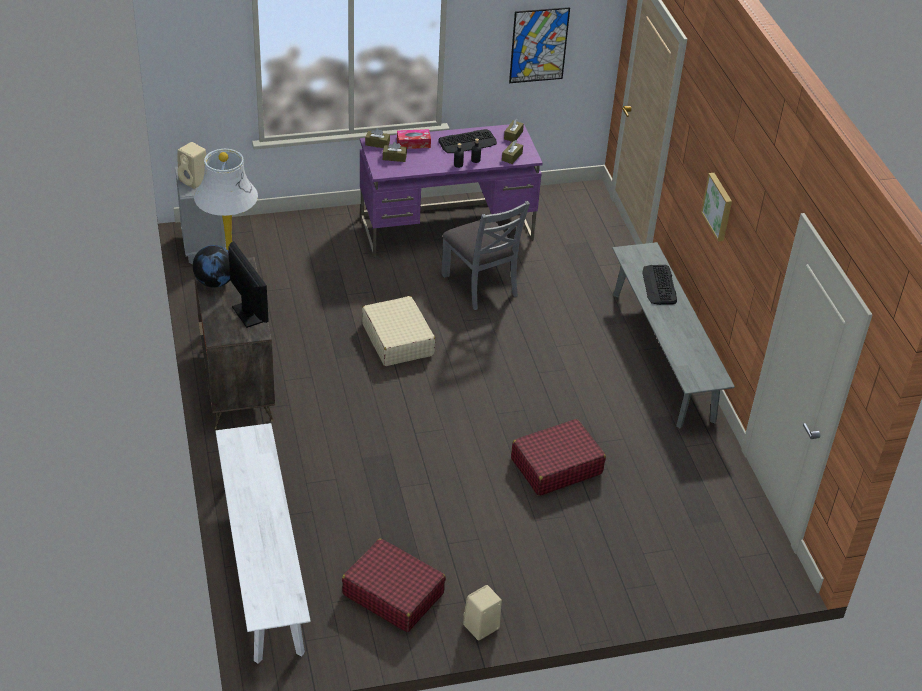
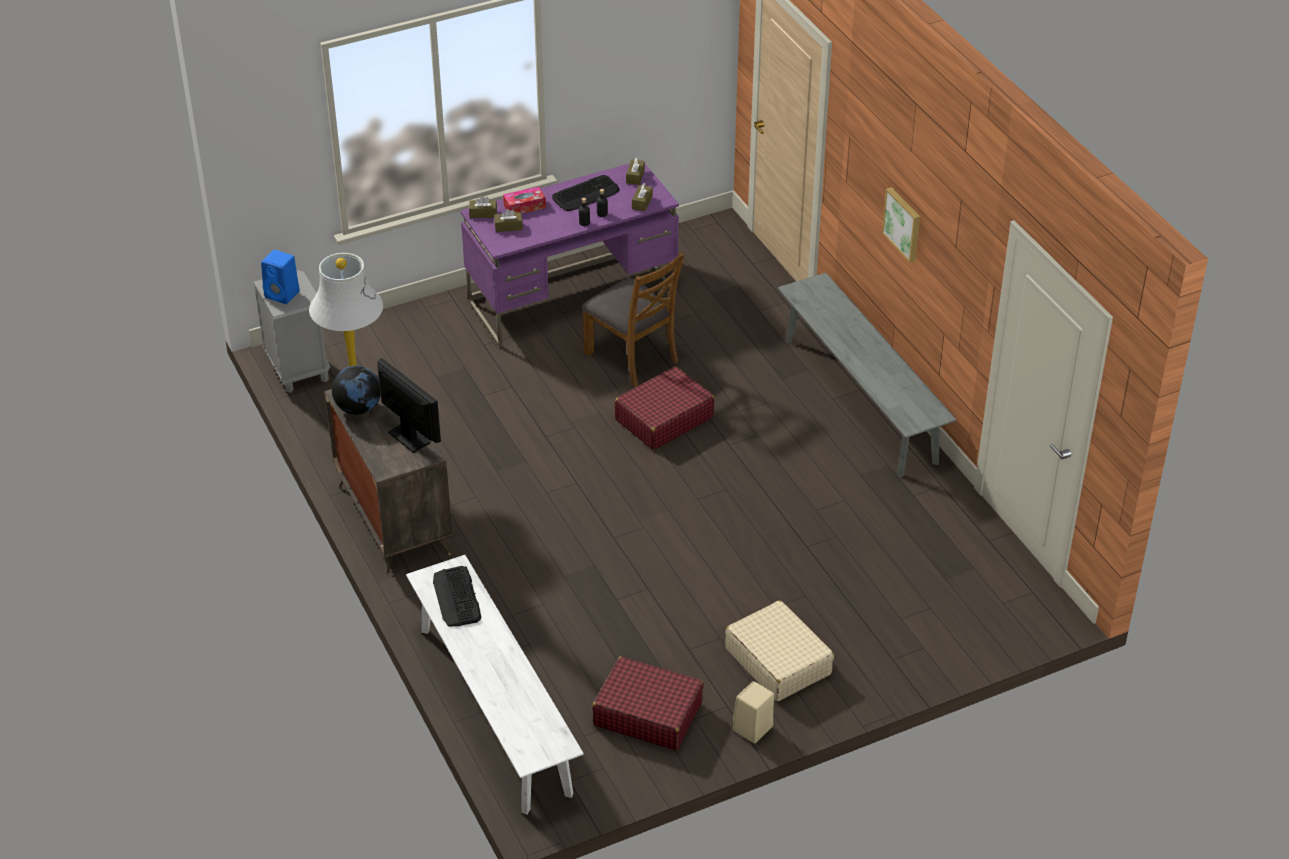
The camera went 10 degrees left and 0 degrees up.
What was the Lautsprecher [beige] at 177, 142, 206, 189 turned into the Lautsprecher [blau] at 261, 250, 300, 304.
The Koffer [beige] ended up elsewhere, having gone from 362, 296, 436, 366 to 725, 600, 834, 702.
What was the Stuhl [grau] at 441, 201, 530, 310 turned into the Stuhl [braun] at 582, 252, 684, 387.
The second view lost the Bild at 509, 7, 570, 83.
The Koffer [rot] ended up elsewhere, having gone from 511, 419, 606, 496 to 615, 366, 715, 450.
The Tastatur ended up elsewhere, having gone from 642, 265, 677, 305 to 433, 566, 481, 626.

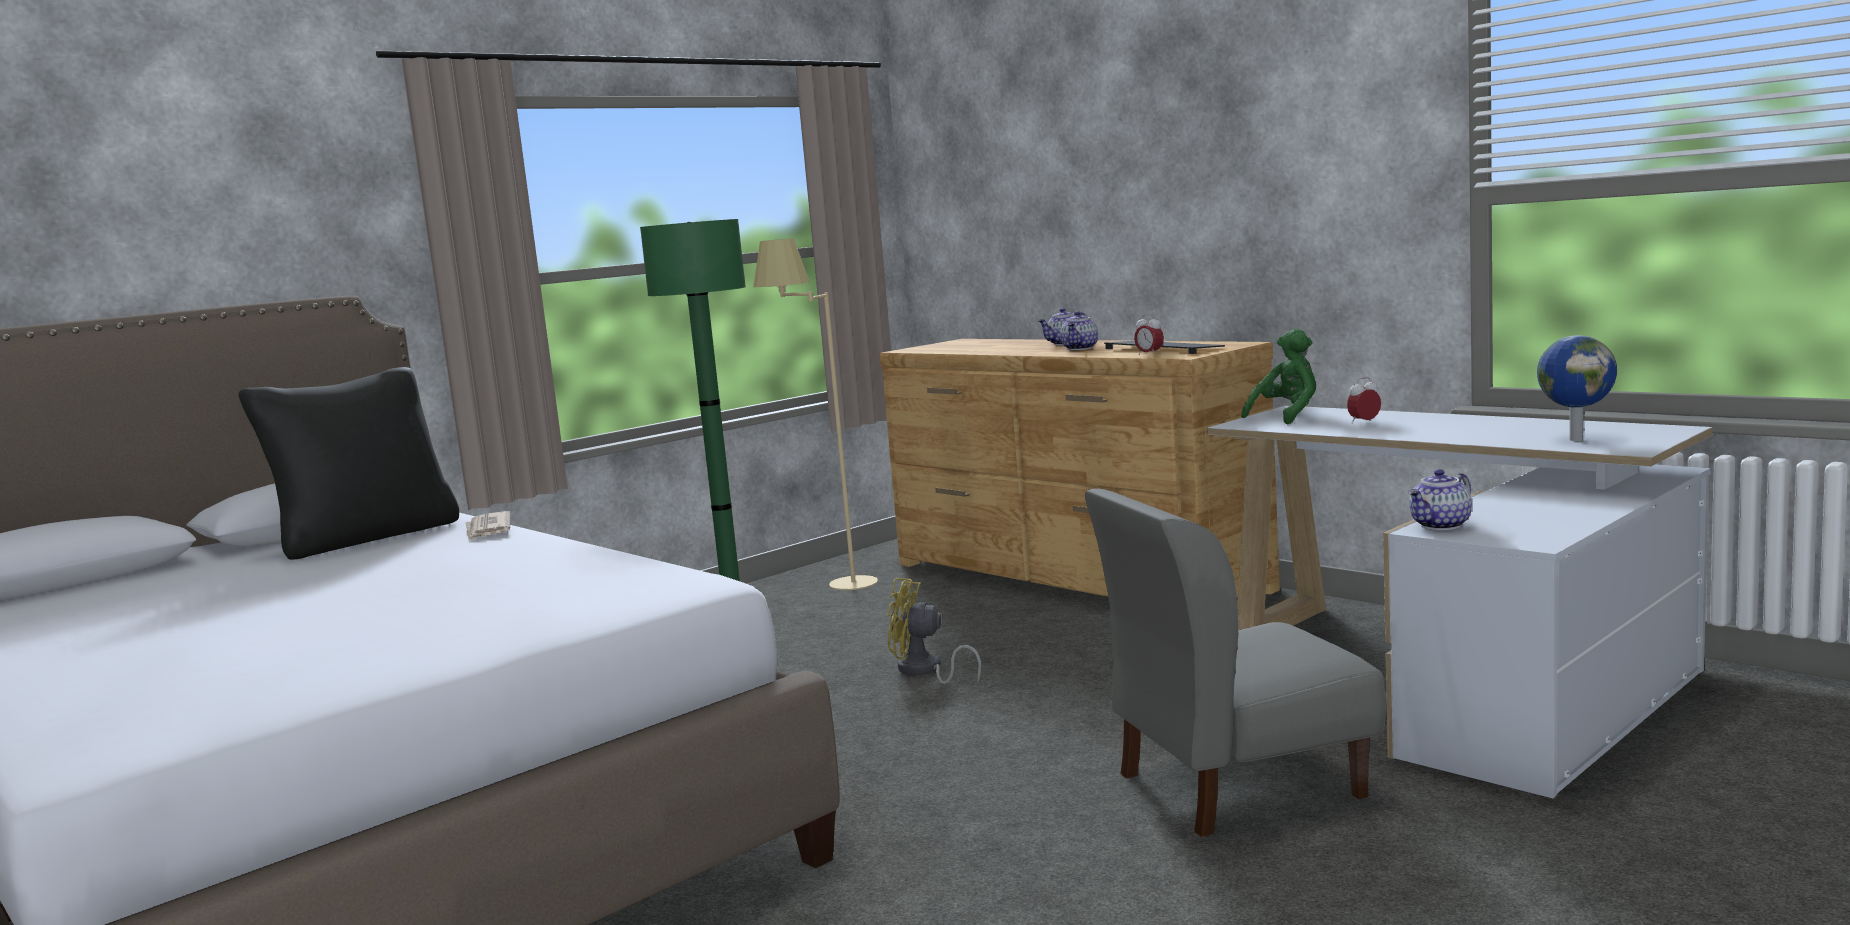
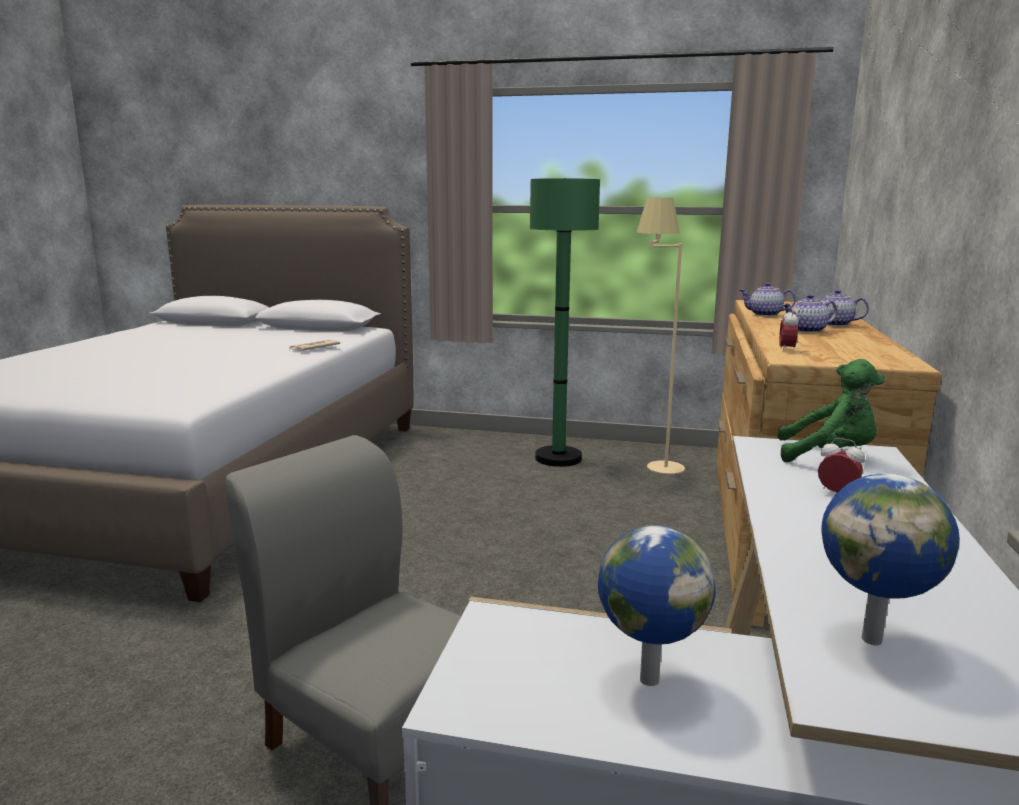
The camera went 55 degrees right and 5 degrees up.
The second view lost the Kissen [schwarz] at 238, 367, 459, 560.
The second view lost the Ventilator [gelb] at 887, 578, 981, 684.
The second view lost the Tastatur at 1104, 341, 1225, 354.
The Teekanne ended up elsewhere, having gone from 1408, 469, 1472, 530 to 740, 283, 796, 316.
The second view gained the Globus at 598, 525, 715, 686.

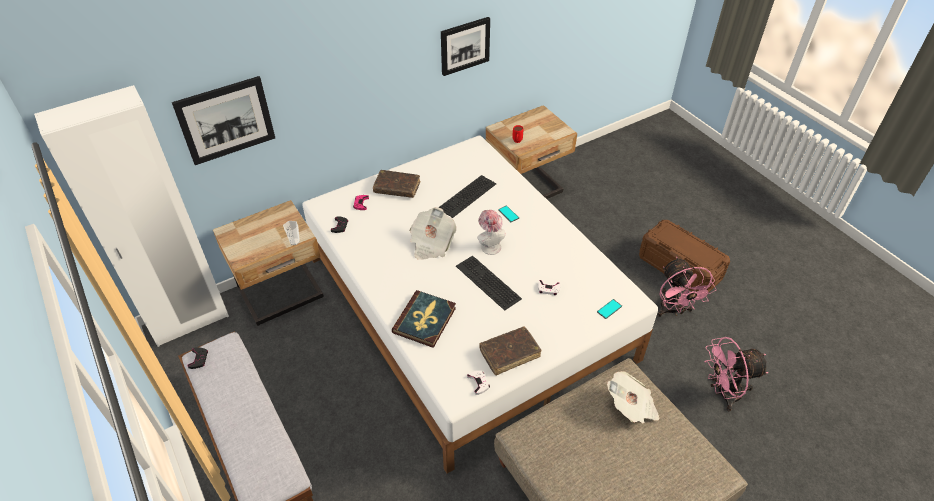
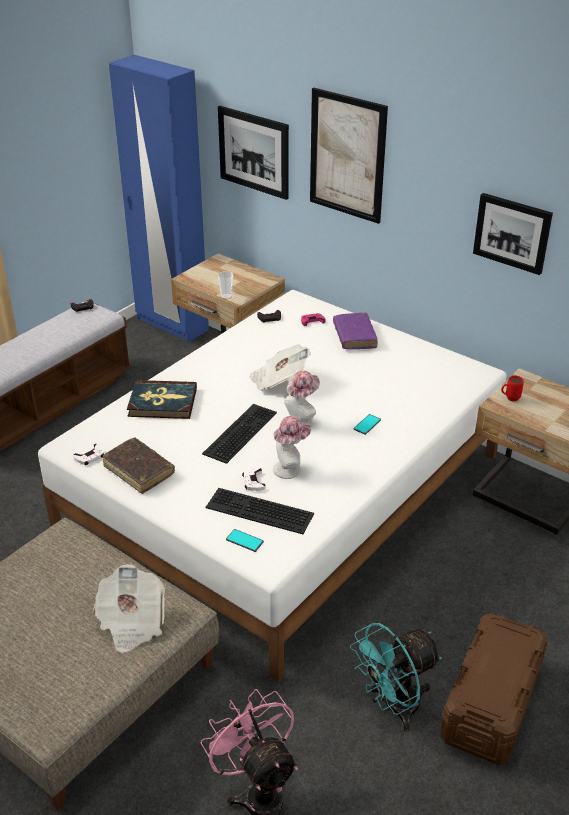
The camera went 70 degrees right and 10 degrees down.
What was the Kleiderschrank [weiß] at 34, 85, 229, 347 turned into the Kleiderschrank [blau] at 109, 55, 209, 342.
What was the Buch [braun] at 373, 170, 420, 198 turned into the Buch [lila] at 333, 313, 378, 349.
The Tastatur ended up elsewhere, having gone from 438, 175, 496, 218 to 206, 488, 314, 534.
What was the Ventilator [rosa] at 657, 257, 717, 317 turned into the Ventilator [türkis] at 350, 623, 442, 732.
The second view gained the Hut at 273, 416, 311, 479.
The second view gained the Bild at 310, 88, 388, 224.

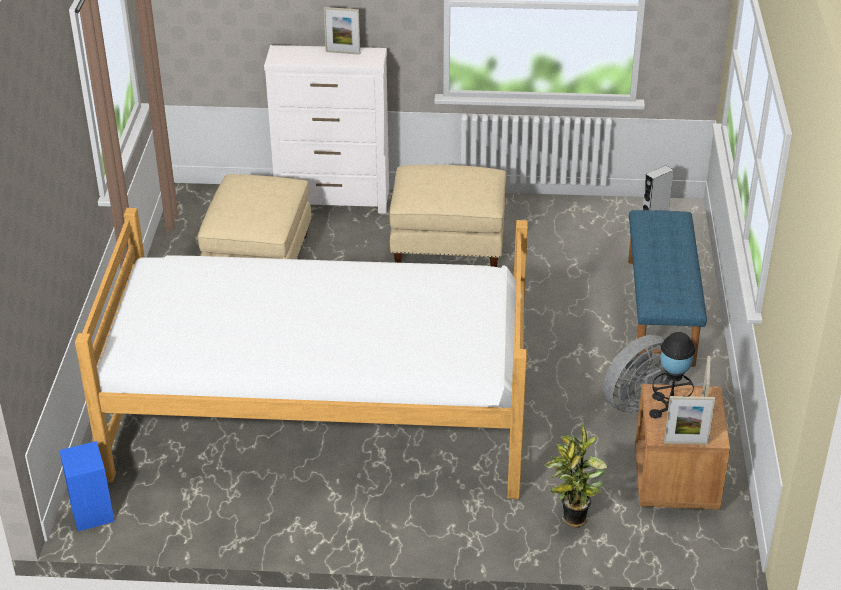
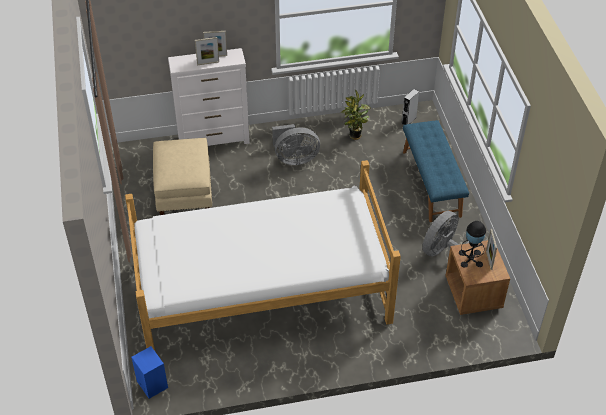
The camera went 15 degrees left and 10 degrees up.
Where the Polsterhocker [beige] stood at 390, 165, 506, 267, the Ventilator [grau] came to stand at 272, 124, 320, 165.
The Topfpflanze ended up elsewhere, having gone from 544, 423, 607, 527 to 341, 90, 371, 140.
The Bilderrahmen ended up elsewhere, having gone from 664, 396, 715, 445 to 195, 37, 219, 65.

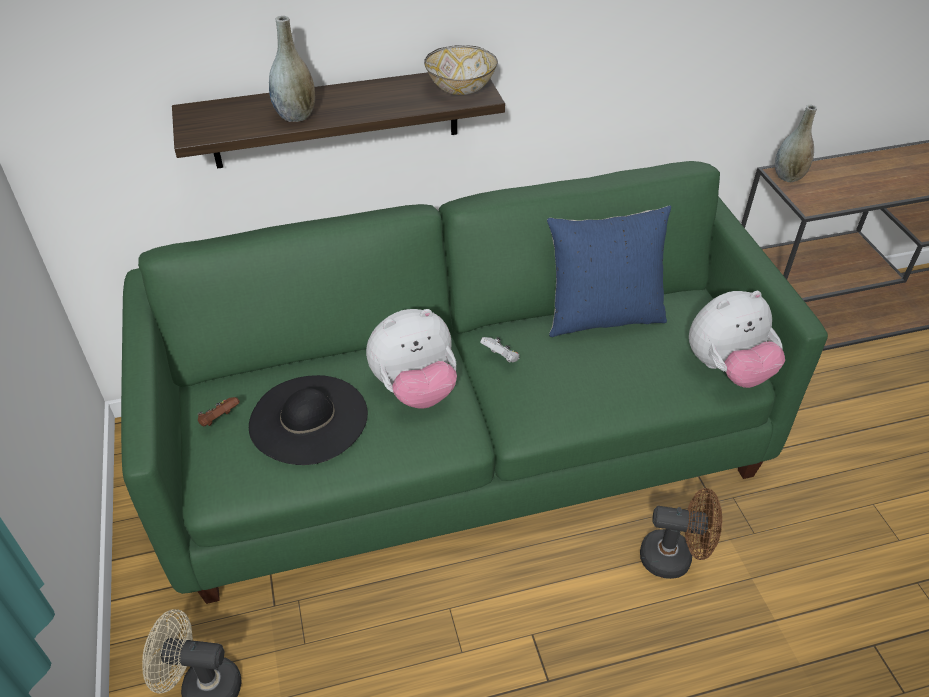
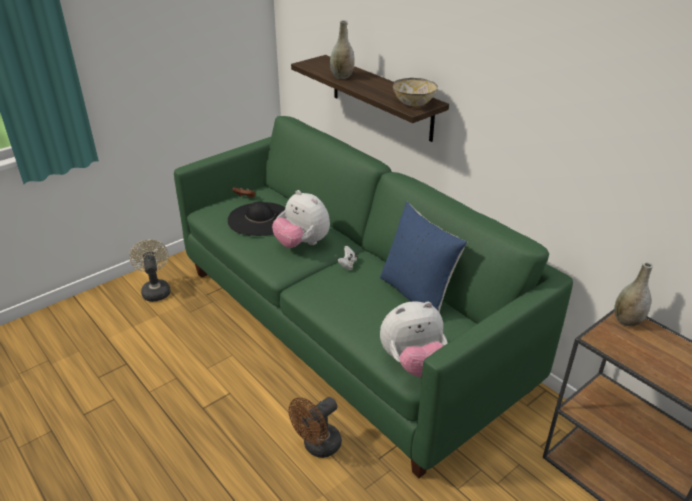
The camera went 65 degrees right and 10 degrees down.
The Ventilator [braun] at 640, 488, 722, 579 ended up facing another way, 60 degrees clockwise from before.
The Plüschtier at 689, 291, 785, 388 ended up facing another way, 60 degrees counterclockwise from before.

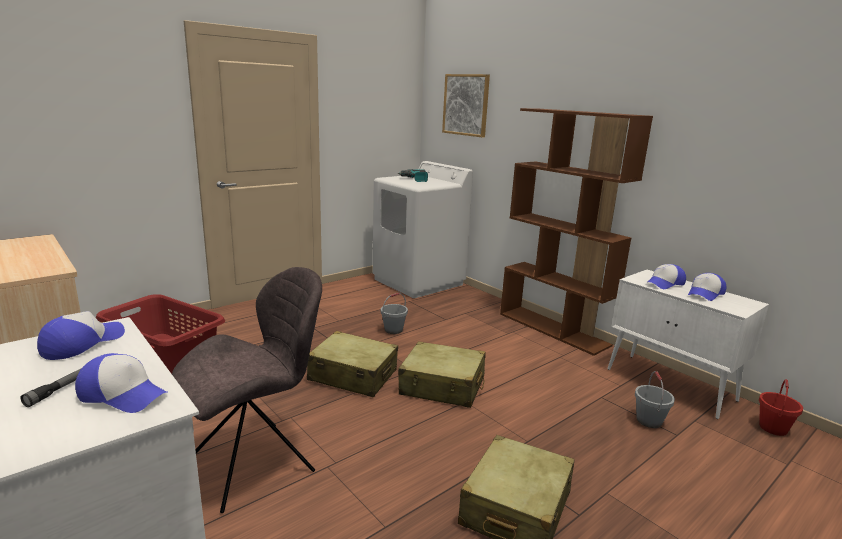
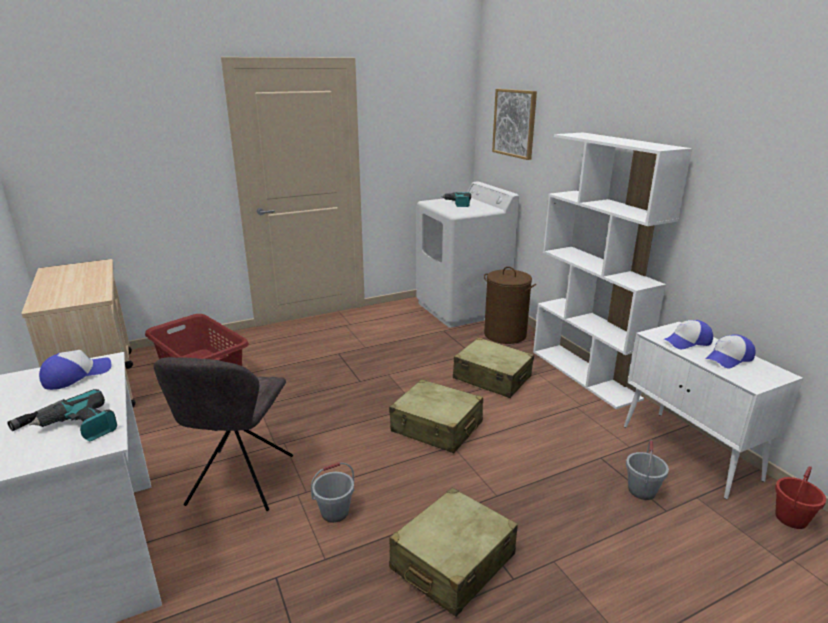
The camera went 15 degrees right and 5 degrees up.
Where the Kappe stood at 75, 353, 168, 413, the Bohrmaschine came to stand at 29, 389, 117, 441.
The Stuhl [grau] at 172, 267, 322, 513 ended up facing another way, 120 degrees clockwise from before.
The Koffer [beige] ended up elsewhere, having gone from 307, 331, 398, 397 to 453, 337, 534, 398.
The Eimer [grau] ended up elsewhere, having gone from 381, 293, 408, 334 to 311, 462, 354, 523.
What was the Bücherregal [braun] at 500, 108, 653, 356 turned into the Bücherregal [weiß] at 533, 132, 692, 409.
The second view gained the Wäschekorb [braun] at 484, 267, 536, 344.

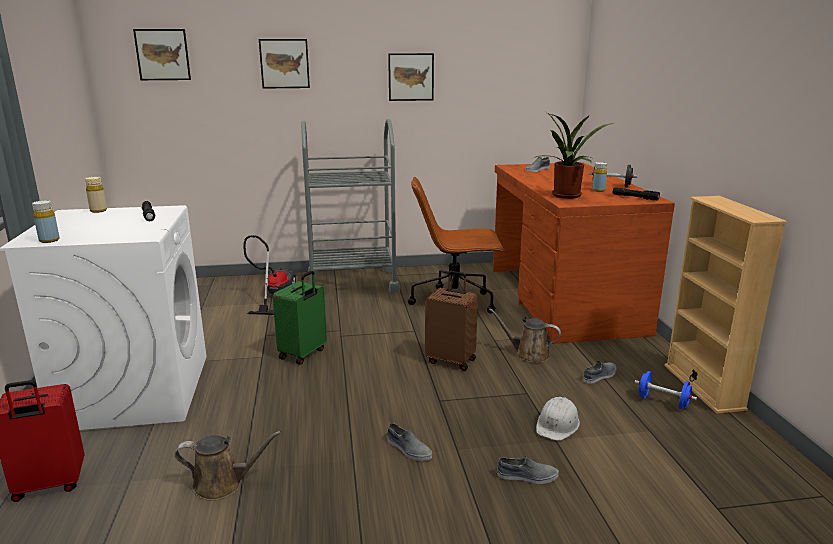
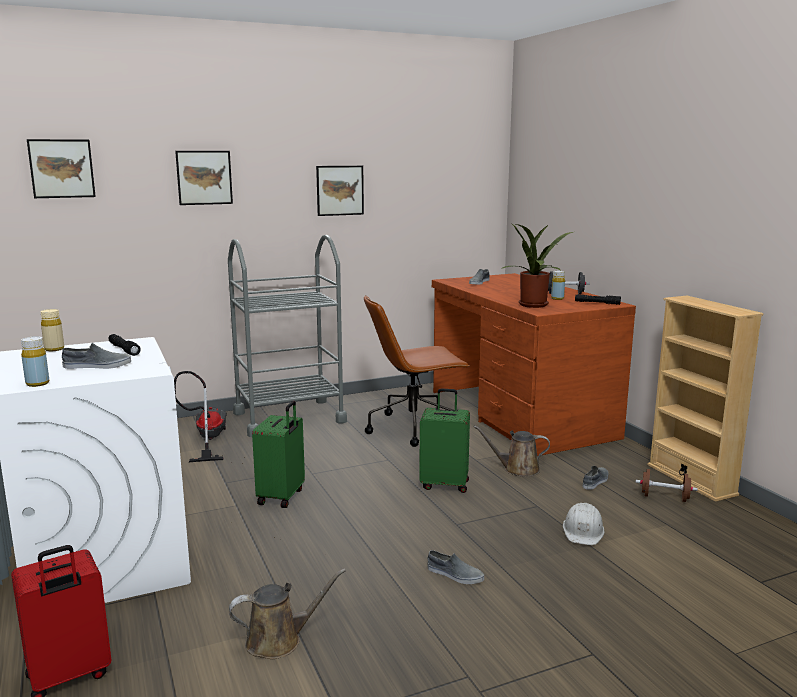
The camera went 15 degrees left and 5 degrees down.
What was the Koffer [braun] at 425, 271, 478, 371 turned into the Koffer [grün] at 419, 388, 470, 493.
The Schuh [grau] ended up elsewhere, having gone from 497, 456, 559, 484 to 62, 343, 131, 369.
What was the Hantel [blau] at 634, 371, 697, 410 turned into the Hantel [braun] at 636, 469, 697, 502.

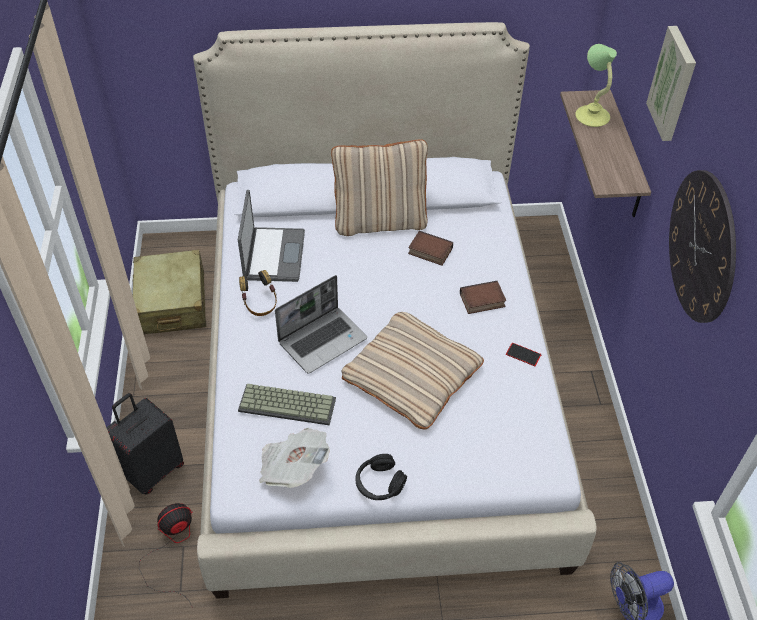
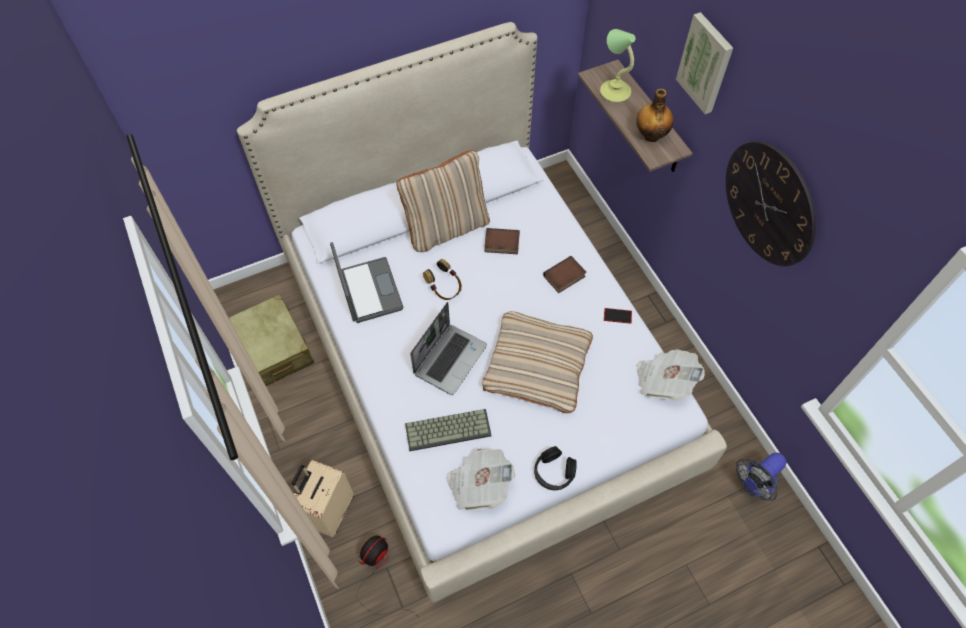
The camera went 20 degrees left and 10 degrees up.
What was the Koffer [schwarz] at 106, 393, 184, 495 turned into the Koffer [beige] at 292, 460, 354, 537.
The Kopfhörer ended up elsewhere, having gone from 239, 270, 277, 316 to 423, 259, 462, 300.
The second view gained the Flasche at 636, 89, 674, 142.
The second view gained the Zeitung at 636, 349, 705, 400.

